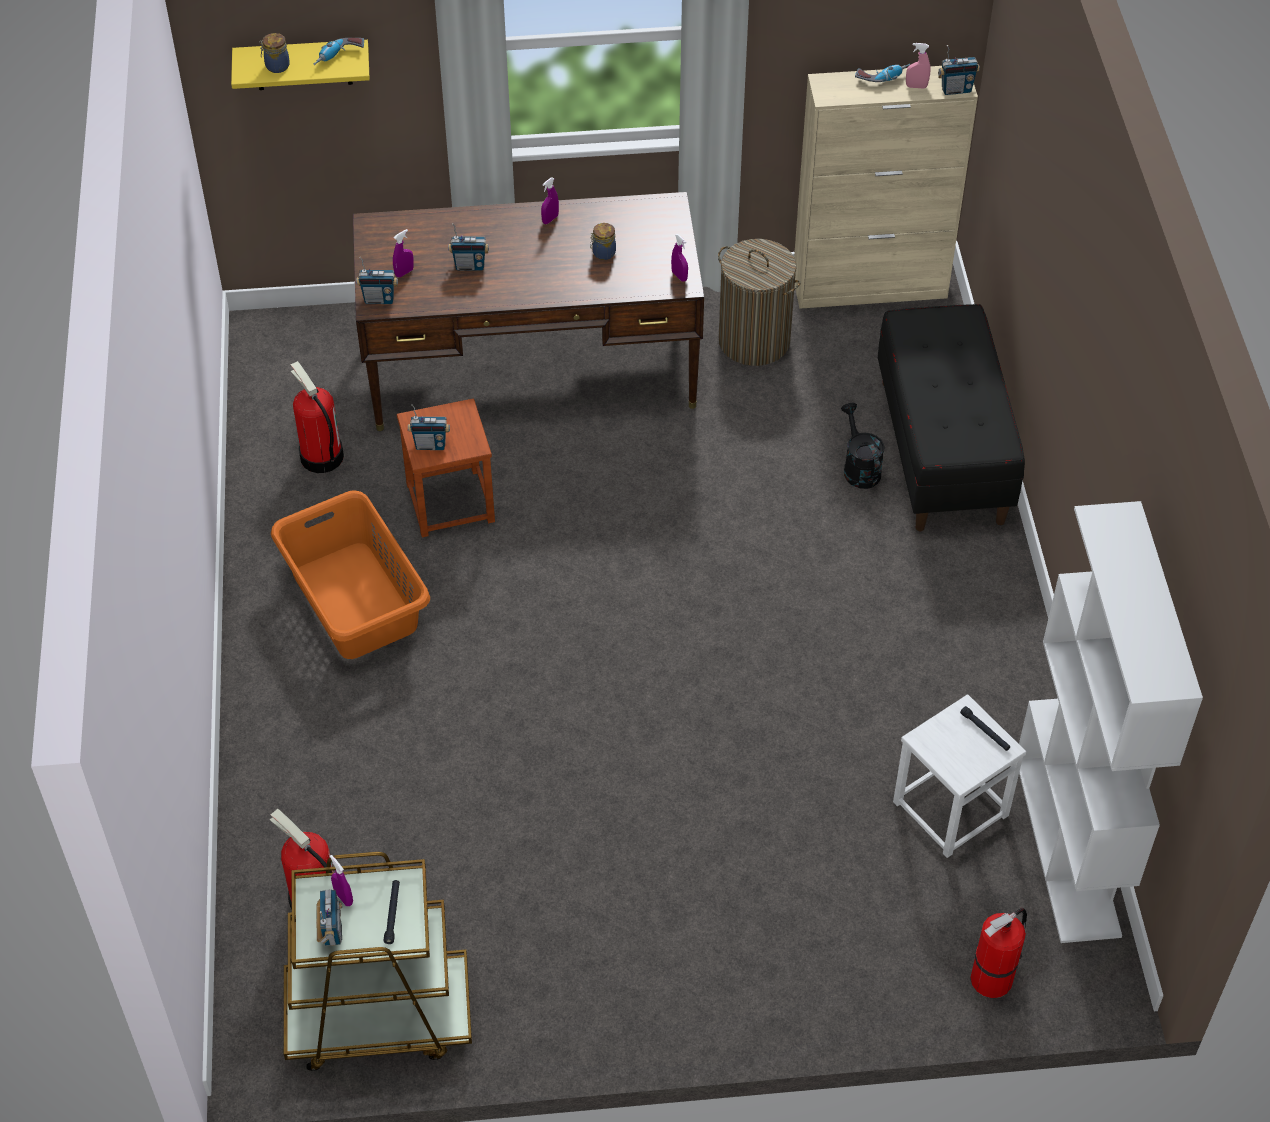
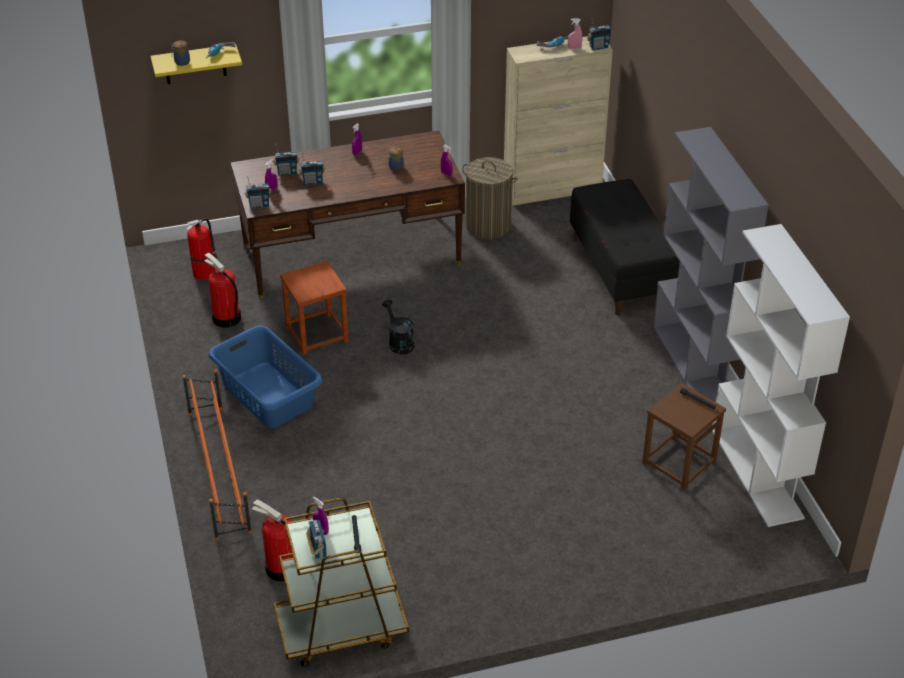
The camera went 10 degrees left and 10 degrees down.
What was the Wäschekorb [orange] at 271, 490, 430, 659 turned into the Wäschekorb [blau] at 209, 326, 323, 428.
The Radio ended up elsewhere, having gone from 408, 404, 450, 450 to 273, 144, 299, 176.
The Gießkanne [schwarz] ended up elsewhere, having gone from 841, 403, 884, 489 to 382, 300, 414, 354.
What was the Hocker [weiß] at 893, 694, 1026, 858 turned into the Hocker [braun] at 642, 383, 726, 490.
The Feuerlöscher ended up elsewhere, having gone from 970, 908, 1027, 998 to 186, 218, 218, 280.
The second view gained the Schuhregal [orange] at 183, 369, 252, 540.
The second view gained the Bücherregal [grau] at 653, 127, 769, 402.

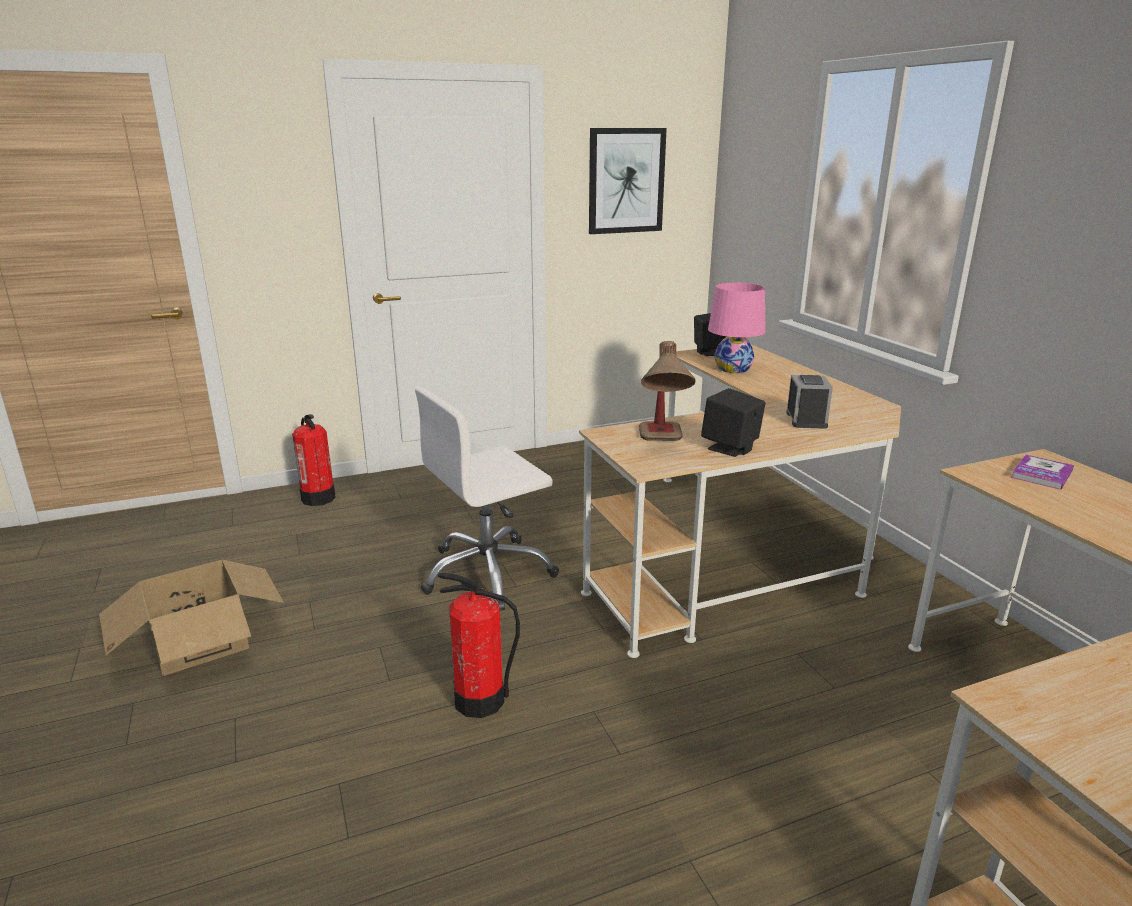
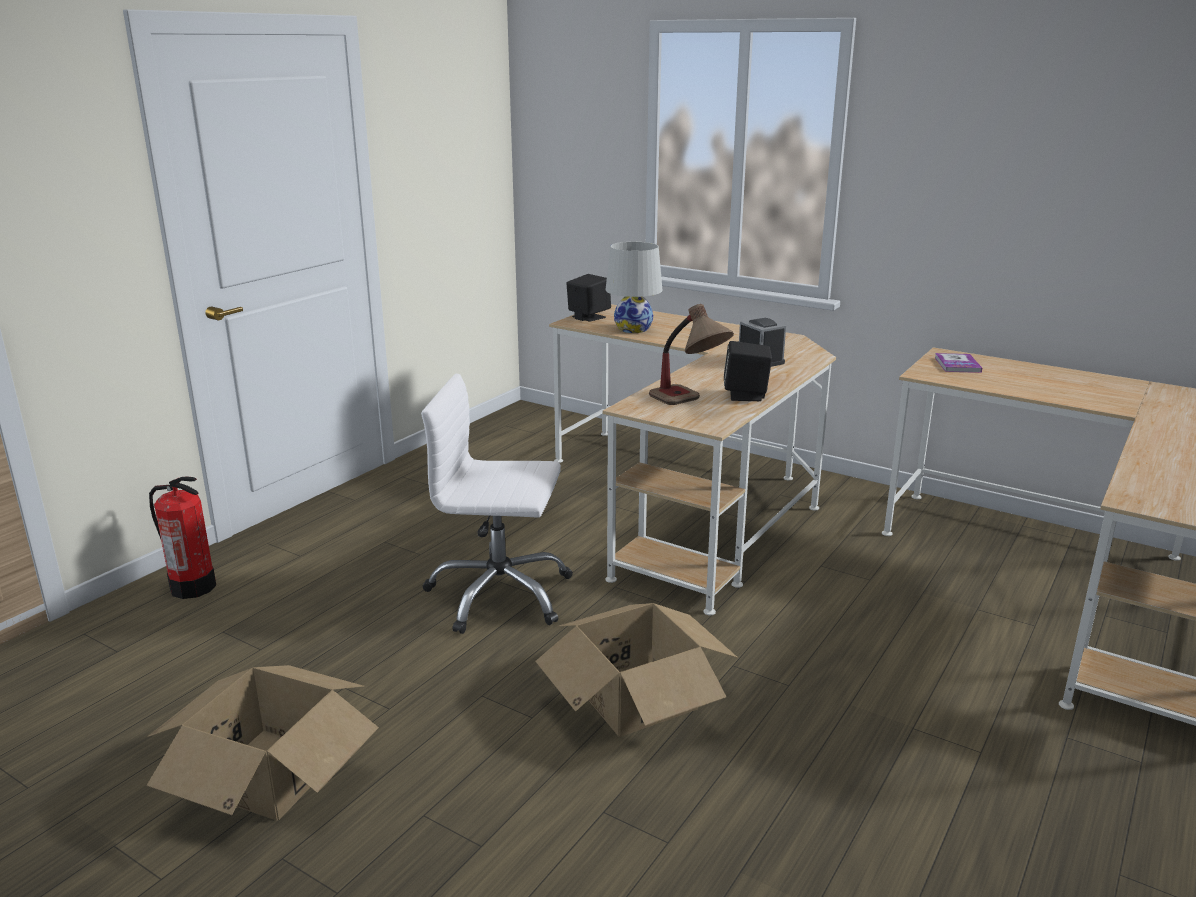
The camera went 35 degrees left and 0 degrees up.
The Bürostuhl [weiß] at 415, 387, 559, 610 ended up facing another way, 75 degrees clockwise from before.
Where the Feuerlöscher stood at 438, 573, 520, 718, the Karton came to stand at 535, 603, 738, 737.
The second view lost the Bild at 589, 128, 667, 234.
What was the Tischlampe [rosa] at 708, 283, 766, 373 turned into the Tischlampe [weiß] at 606, 242, 663, 333.

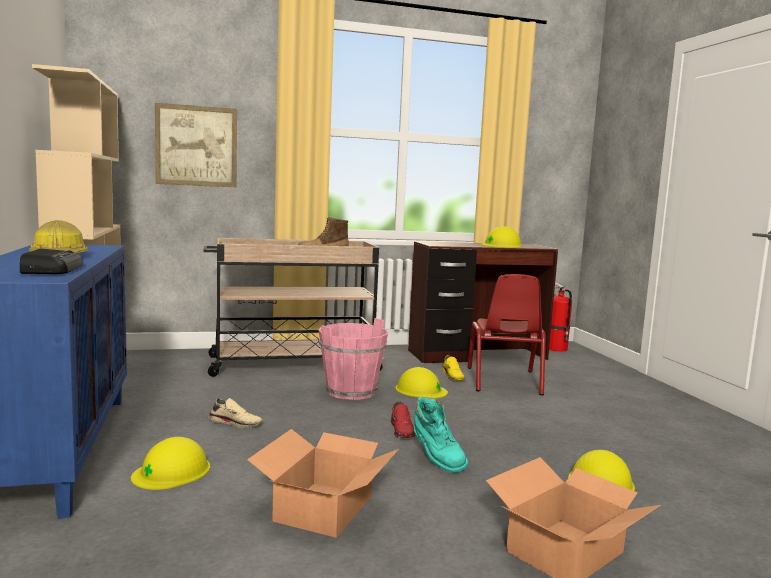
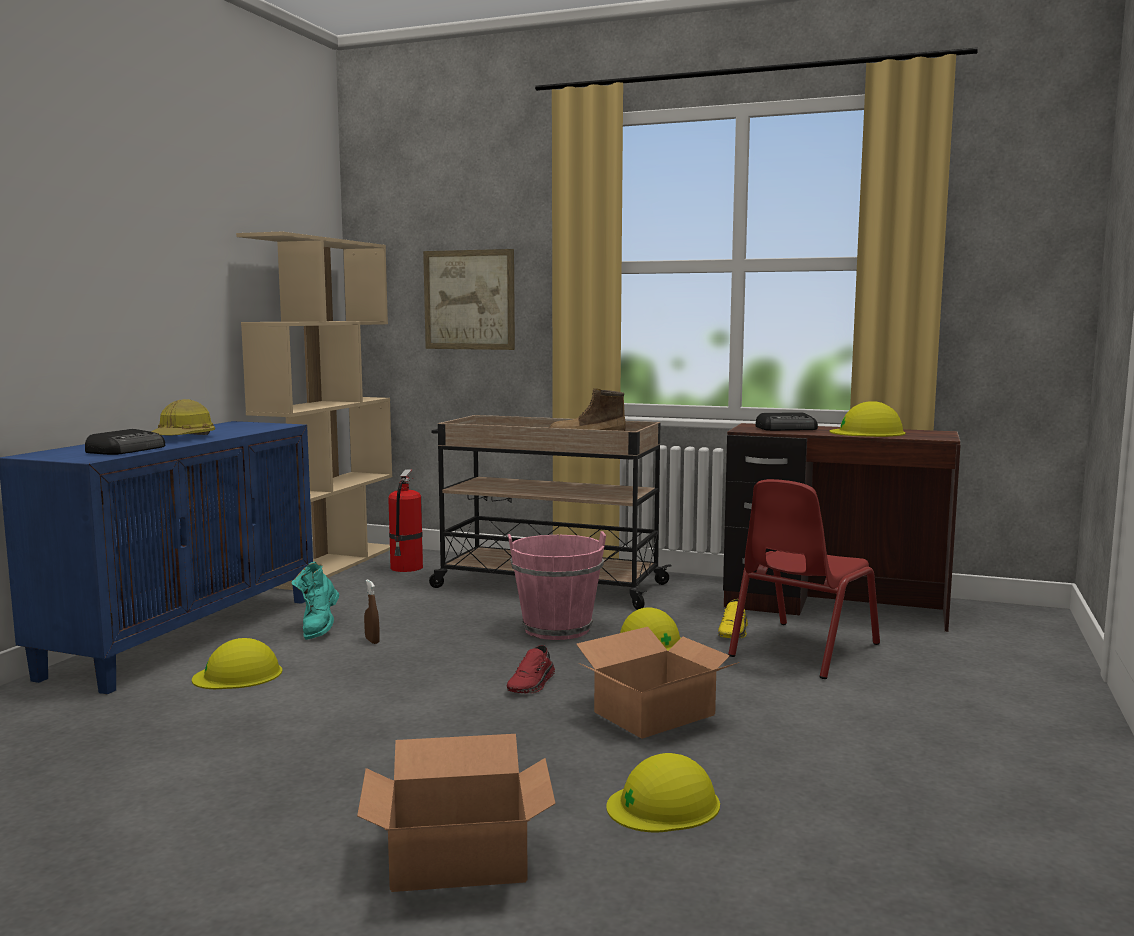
The camera went 35 degrees right and 0 degrees up.
Where the Schuh [beige] stood at 209, 398, 263, 428, the Sprühflasche [braun] came to stand at 364, 580, 380, 644.
The Karton ended up elsewhere, having gone from 247, 429, 399, 538 to 576, 627, 739, 739.
The Stiefel [türkis] ended up elsewhere, having gone from 414, 396, 468, 473 to 291, 562, 339, 640.
The Feuerlöscher ended up elsewhere, having gone from 549, 282, 572, 352 to 388, 469, 423, 572.
The second view gained the Radio at 755, 412, 818, 431.

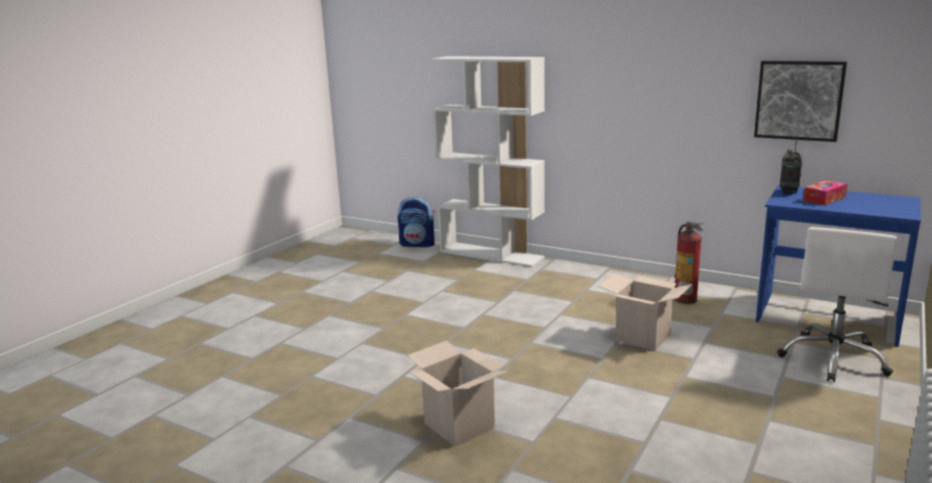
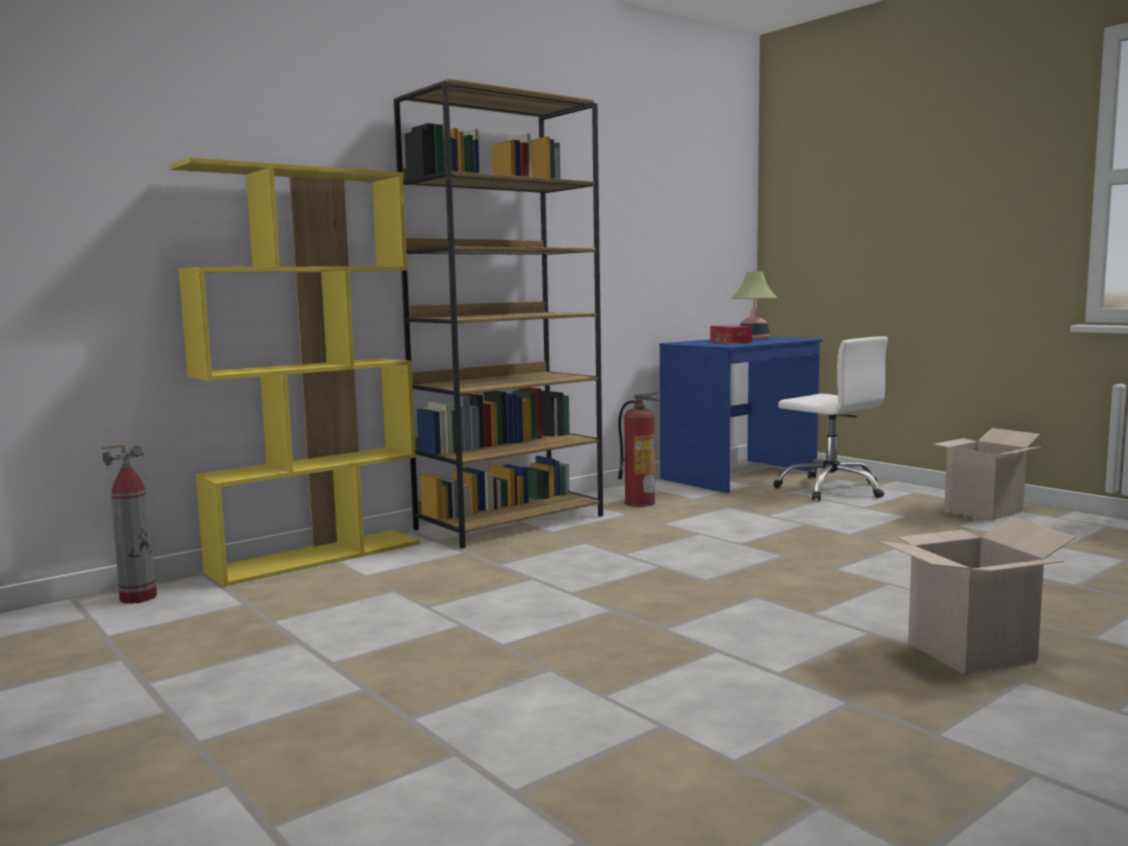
The camera went 70 degrees left and 10 degrees down.
Where the Rucksack stood at 398, 197, 435, 247, the Feuerlöscher came to stand at 102, 445, 157, 604.
What was the Bücherregal [weiß] at 431, 56, 545, 267 turned into the Bücherregal [gelb] at 170, 158, 420, 587.
The Karton ended up elsewhere, having gone from 599, 273, 692, 351 to 932, 428, 1041, 520.
The second view lost the Bild at 754, 61, 847, 142.
The second view lost the Radio at 780, 135, 803, 194.
The second view gained the Bücherregal [braun] at 394, 79, 603, 549.
The second view gained the Tischlampe at 732, 269, 777, 340.

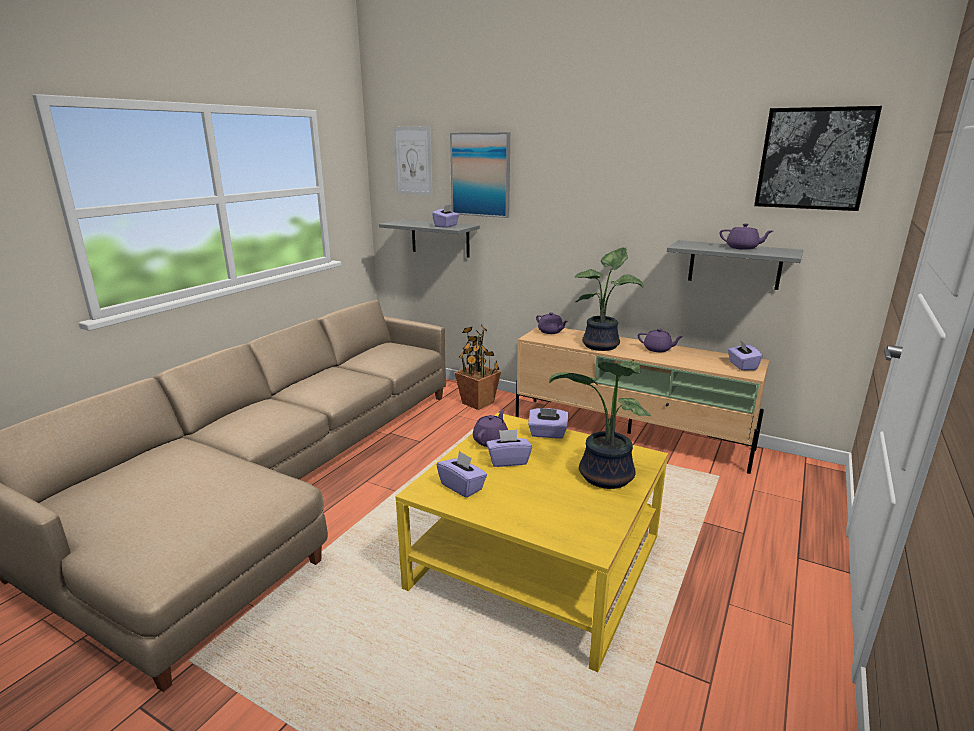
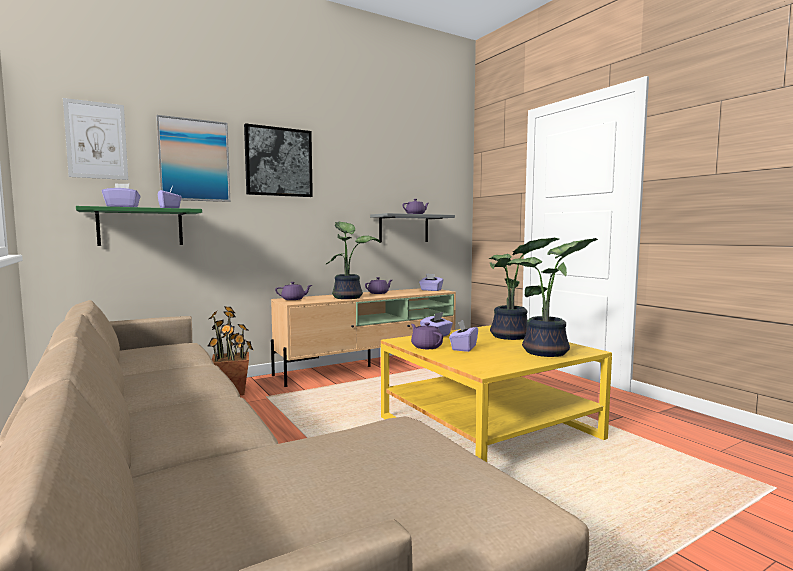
The camera went 60 degrees left and 15 degrees down.
What was the Wandregal [grau] at 379, 220, 480, 257 turned into the Wandregal [grün] at 76, 206, 202, 246.
The Taschentuchbox [lila] ended up elsewhere, having gone from 437, 451, 487, 498 to 102, 183, 141, 207.
The Bild ended up elsewhere, having gone from 754, 106, 882, 211 to 244, 123, 313, 197.
The second view gained the Topfpflanze at 508, 238, 598, 357.

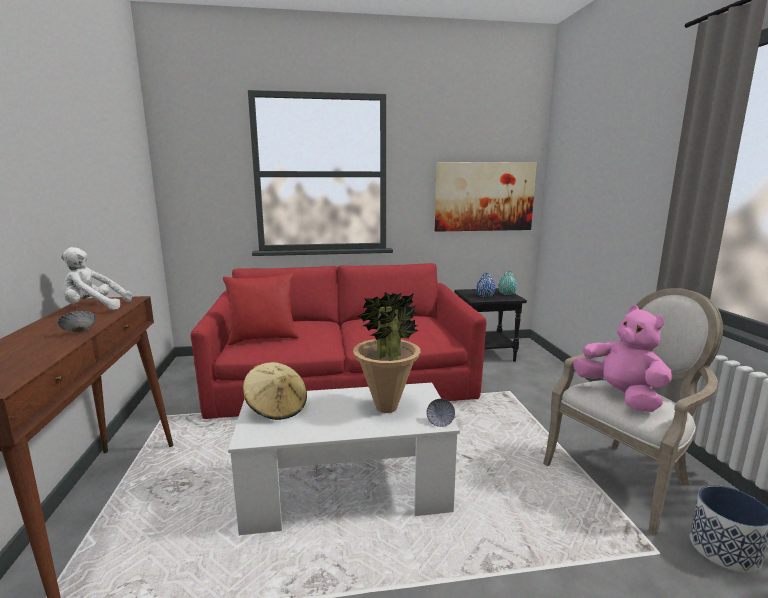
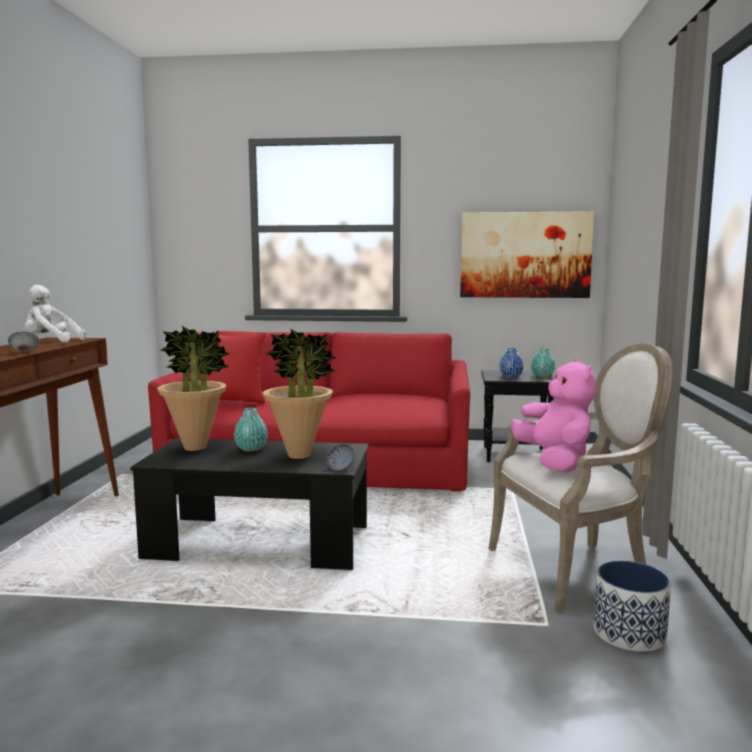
The camera went 15 degrees right and 5 degrees down.
What was the Couchtisch [weiß] at 228, 383, 460, 535 turned into the Couchtisch [schwarz] at 130, 438, 369, 570.
Where the Hut [beige] stood at 243, 362, 307, 420, the Topfpflanze came to stand at 157, 326, 229, 451.
The second view gained the Vase [türkis] at 234, 408, 268, 452.

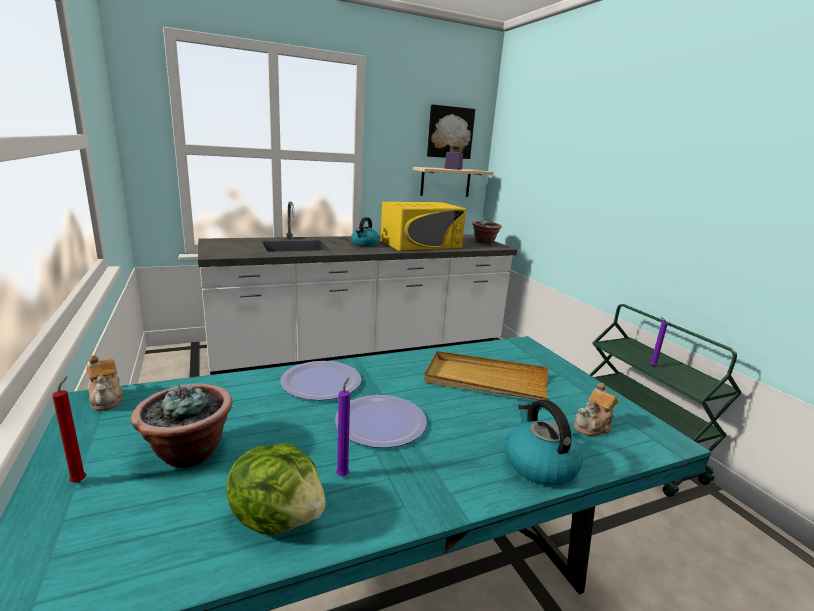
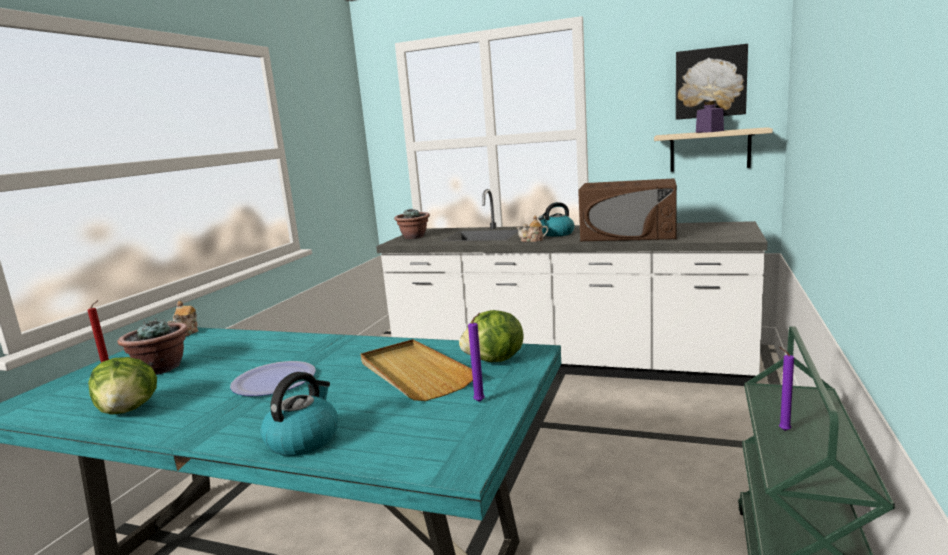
The camera went 45 degrees right and 5 degrees down.
The second view lost the Teller at 280, 361, 361, 400.
The Kerze [lila] ended up elsewhere, having gone from 336, 377, 350, 476 to 468, 313, 485, 402.
What was the Mikrowelle [gelb] at 380, 202, 466, 251 turned into the Mikrowelle [braun] at 578, 178, 677, 241.
The Topfpflanze ended up elsewhere, having gone from 472, 218, 502, 244 to 394, 209, 430, 239.
The Teekanne ended up elsewhere, having gone from 574, 383, 618, 436 to 516, 216, 548, 242.
The second view gained the Salatkopf at 459, 310, 524, 362.

